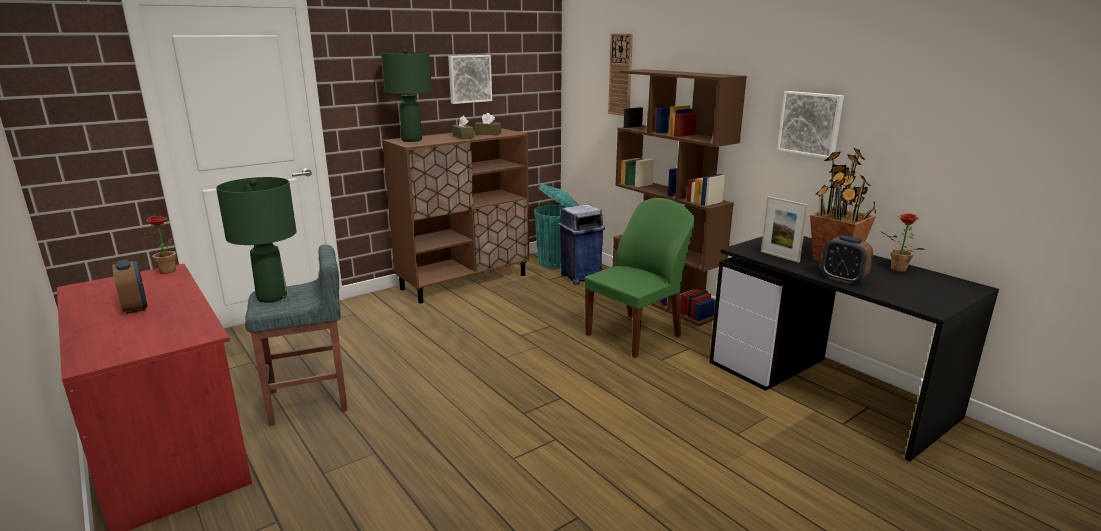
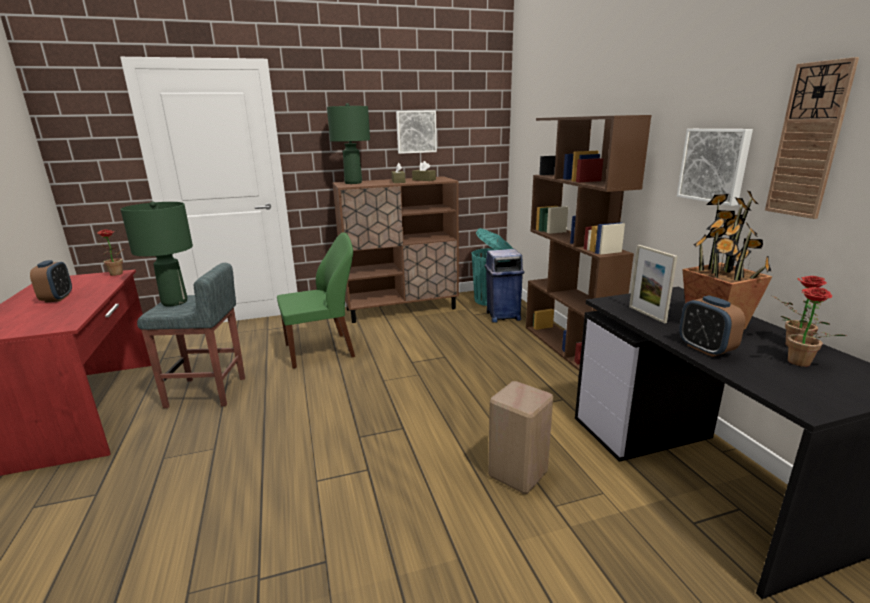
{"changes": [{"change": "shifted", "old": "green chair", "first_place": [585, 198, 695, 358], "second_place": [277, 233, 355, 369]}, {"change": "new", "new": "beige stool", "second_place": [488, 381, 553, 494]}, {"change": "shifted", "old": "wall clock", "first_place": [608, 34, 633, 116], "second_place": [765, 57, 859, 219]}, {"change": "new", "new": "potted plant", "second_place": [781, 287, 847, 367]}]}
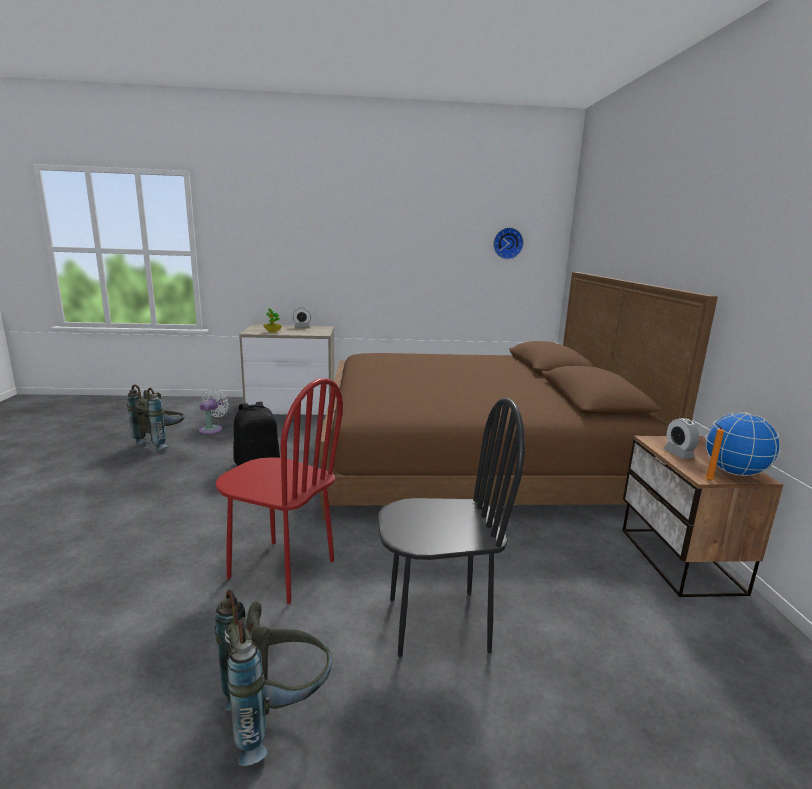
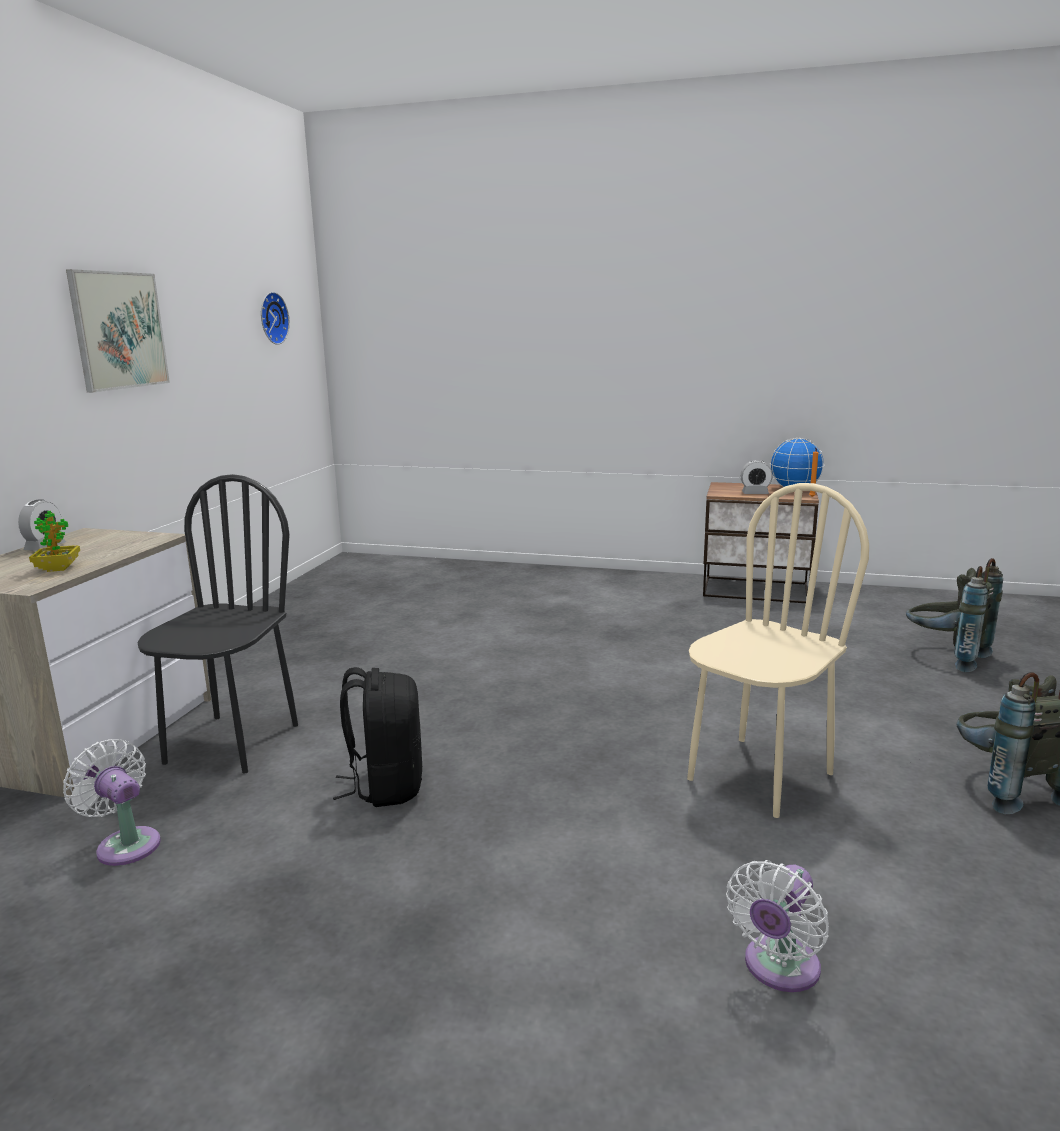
{"changes": [{"change": "new", "new": "picture", "second_place": [66, 269, 170, 393]}, {"change": "shifted", "old": "black chair", "first_place": [378, 398, 525, 657], "second_place": [137, 474, 298, 774]}, {"change": "repainted", "old": "red chair", "new": "beige chair", "first_place": [215, 378, 343, 604], "second_place": [687, 483, 869, 818]}, {"change": "new", "new": "white fan", "second_place": [726, 860, 829, 992]}, {"change": "shifted", "old": "grey backpack", "first_place": [127, 385, 185, 451], "second_place": [906, 558, 1003, 672]}, {"change": "gone", "old": "brown bed", "first_place": [320, 272, 718, 519]}]}
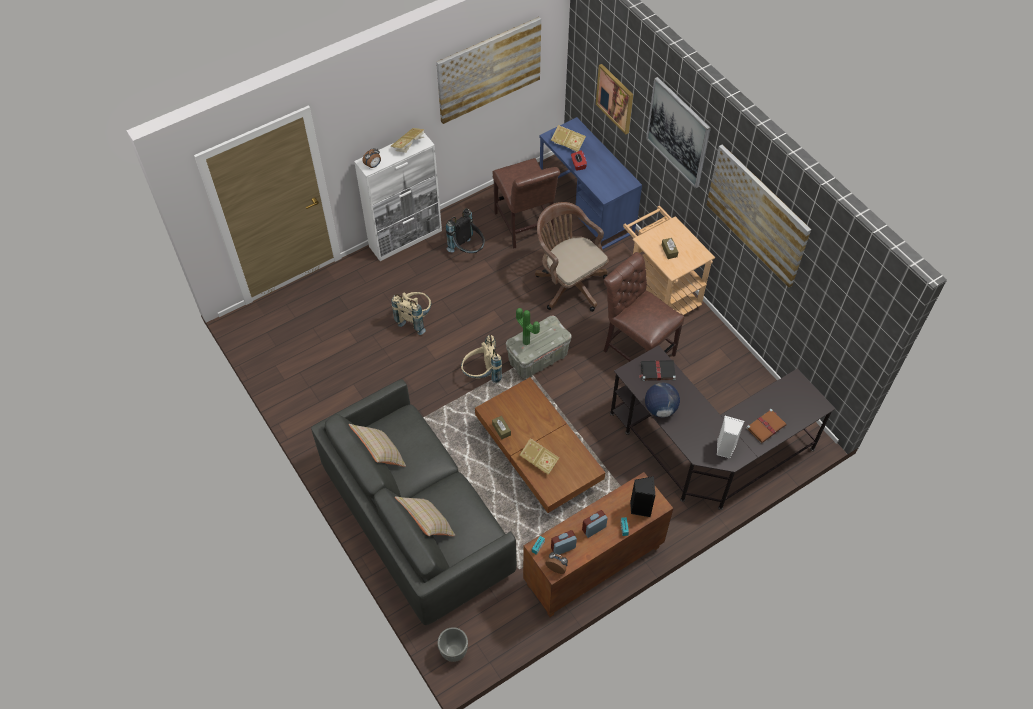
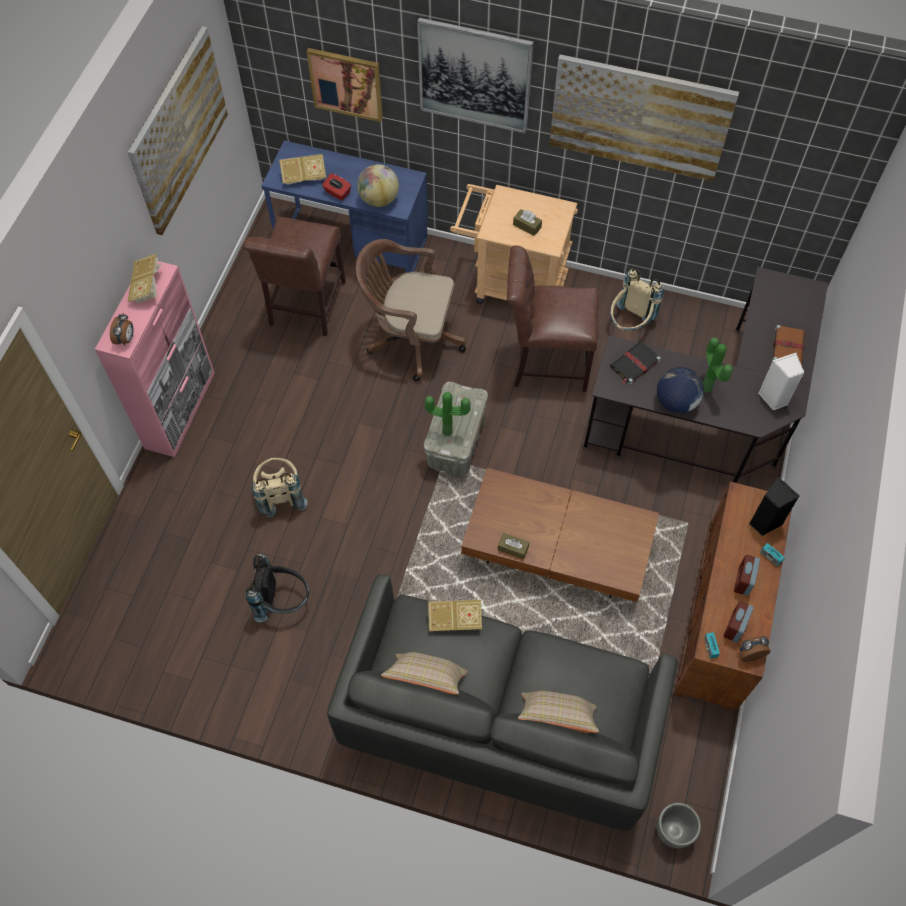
{"changes": [{"change": "repainted", "old": "white cabinet", "new": "pink cabinet", "first_place": [354, 133, 442, 261], "second_place": [95, 261, 215, 457]}, {"change": "rotated", "old": "brown chair", "first_place": [493, 158, 560, 248], "second_place": [243, 216, 346, 336], "degrees": 75}, {"change": "shifted", "old": "black backpack", "first_place": [446, 208, 485, 253], "second_place": [245, 554, 309, 622]}, {"change": "new", "new": "globe", "second_place": [357, 164, 399, 207]}, {"change": "shifted", "old": "book", "first_place": [520, 438, 559, 475], "second_place": [428, 600, 482, 631]}, {"change": "shifted", "old": "beige backpack", "first_place": [461, 335, 502, 383], "second_place": [610, 268, 664, 331]}, {"change": "new", "new": "potted plant", "second_place": [703, 337, 733, 393]}]}
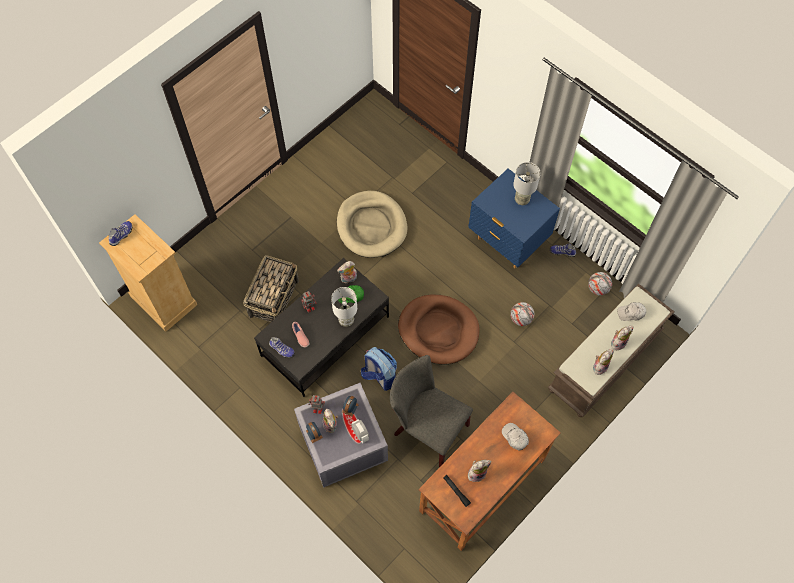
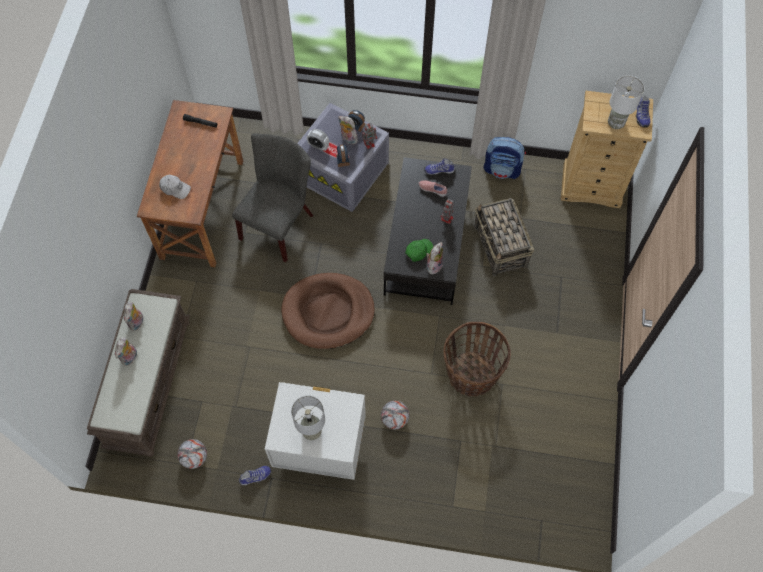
{"changes": [{"change": "rotated", "old": "grey chair", "first_place": [390, 355, 473, 467], "second_place": [232, 133, 313, 262], "degrees": -60}, {"change": "repainted", "old": "blue nightstand", "new": "white nightstand", "first_place": [469, 168, 560, 269], "second_place": [265, 382, 366, 480]}, {"change": "shifted", "old": "football", "first_place": [510, 302, 534, 326], "second_place": [381, 401, 409, 429]}, {"change": "swapped", "old": "beige dog bed", "new": "basket", "first_place": [337, 191, 407, 258], "second_place": [443, 322, 511, 397]}, {"change": "shifted", "old": "backpack", "first_place": [361, 347, 397, 391], "second_place": [484, 137, 526, 179]}, {"change": "shifted", "old": "white table lamp", "first_place": [331, 287, 357, 327], "second_place": [608, 75, 644, 129]}, {"change": "gone", "old": "plush toy", "first_place": [468, 460, 492, 482]}, {"change": "gone", "old": "white cap", "first_place": [617, 302, 646, 321]}]}
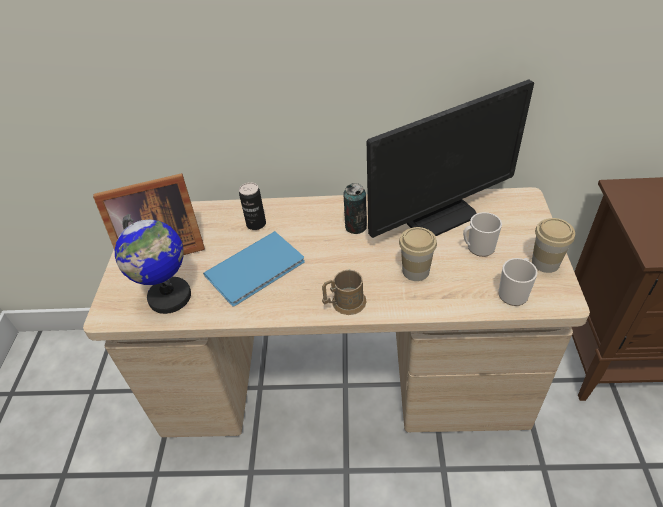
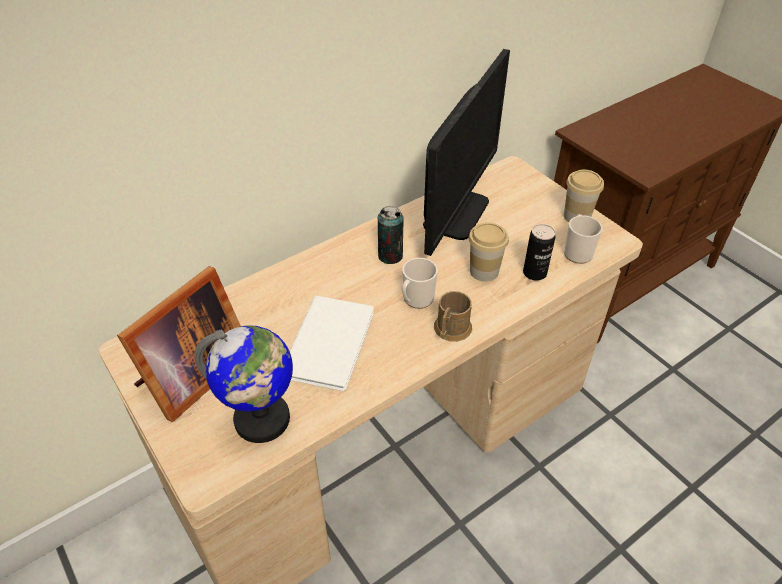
{"changes": [{"change": "repainted", "old": "blue book", "new": "white book", "first_place": [203, 231, 305, 307], "second_place": [290, 296, 374, 392]}, {"change": "shifted", "old": "mug", "first_place": [463, 212, 502, 257], "second_place": [402, 258, 438, 309]}, {"change": "shifted", "old": "can", "first_place": [239, 182, 266, 230], "second_place": [523, 224, 555, 281]}]}
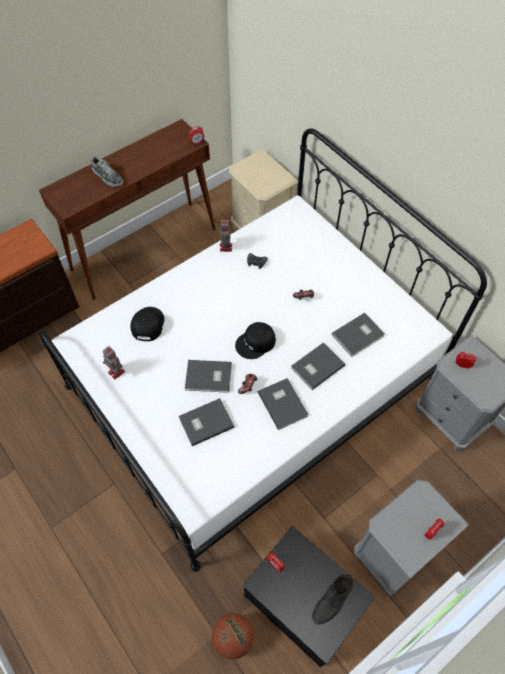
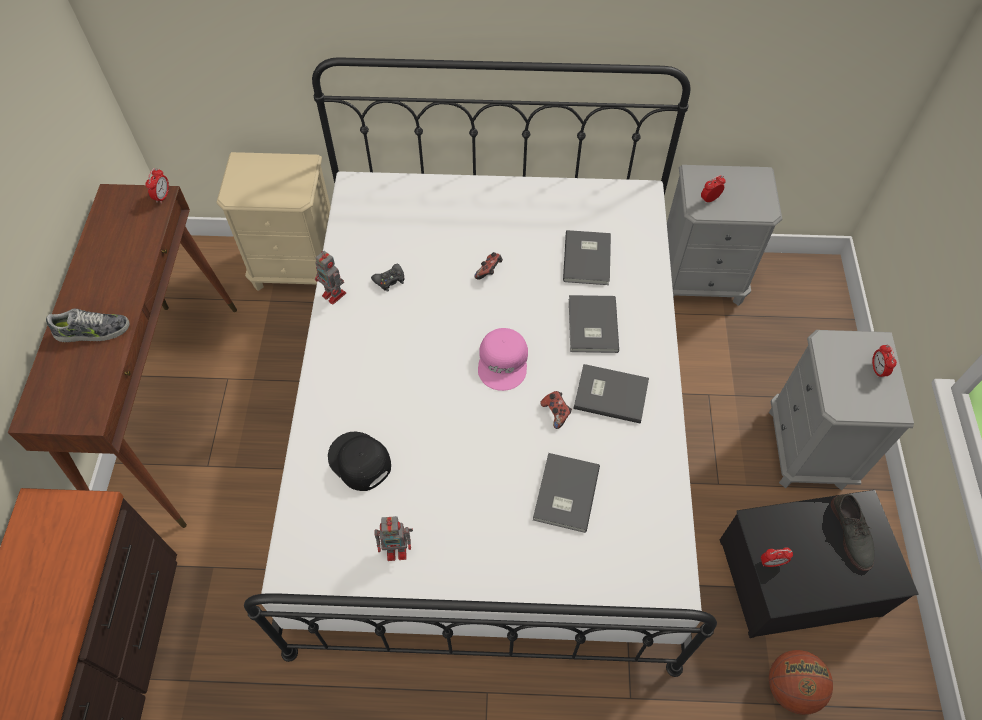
{"changes": [{"change": "repainted", "old": "black cap", "new": "pink cap", "first_place": [235, 322, 276, 359], "second_place": [478, 328, 528, 391]}, {"change": "gone", "old": "grey book", "first_place": [185, 360, 232, 393]}]}
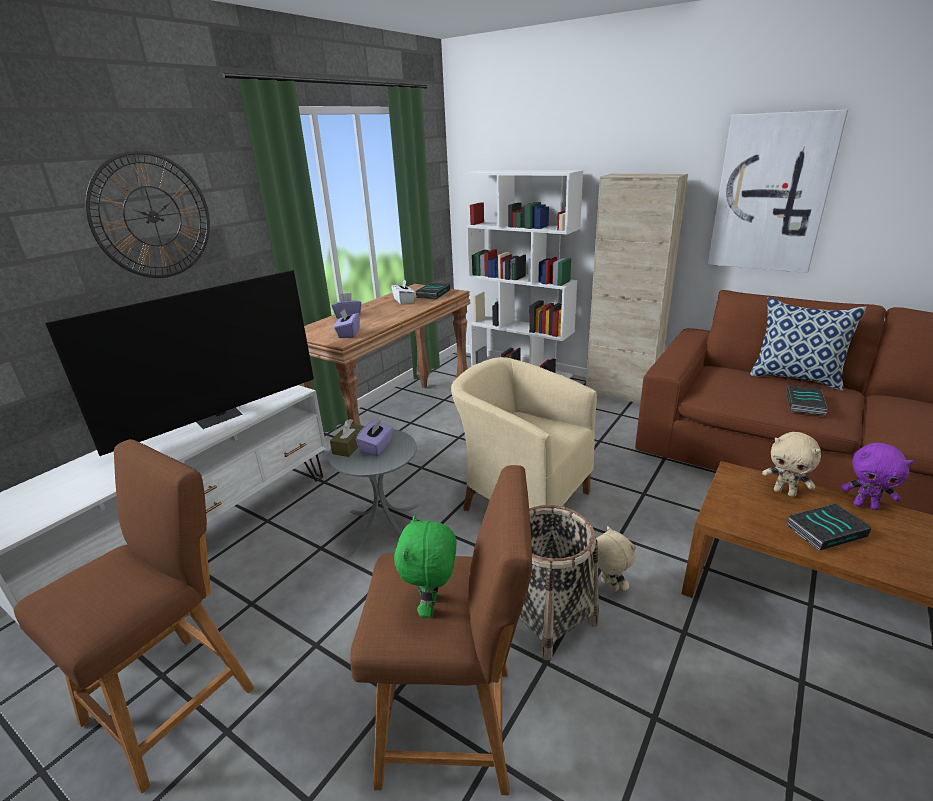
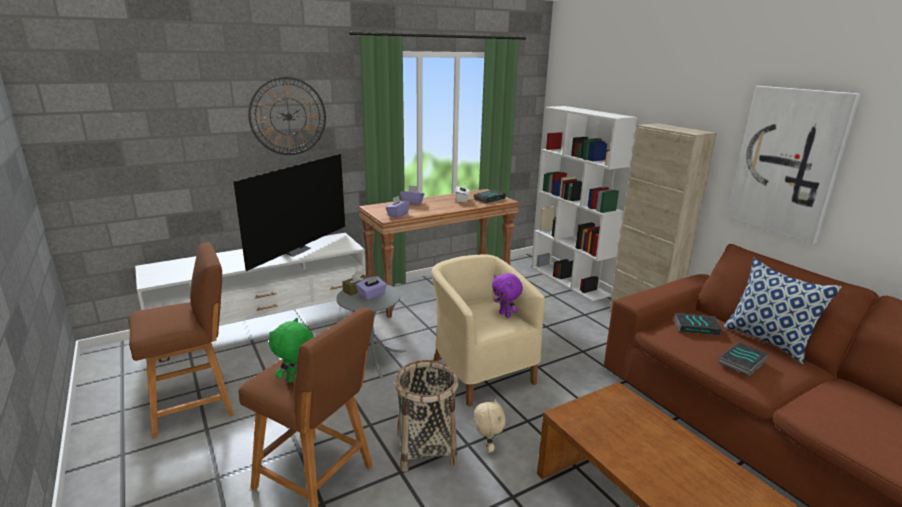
{"changes": [{"change": "rotated", "old": "television", "first_place": [45, 270, 314, 456], "second_place": [233, 154, 345, 271], "degrees": -45}, {"change": "shifted", "old": "purple plush toy", "first_place": [841, 443, 913, 510], "second_place": [492, 273, 523, 318]}, {"change": "shifted", "old": "book", "first_place": [785, 503, 872, 551], "second_place": [674, 313, 722, 336]}, {"change": "gone", "old": "beige plush toy", "first_place": [762, 432, 821, 497]}]}
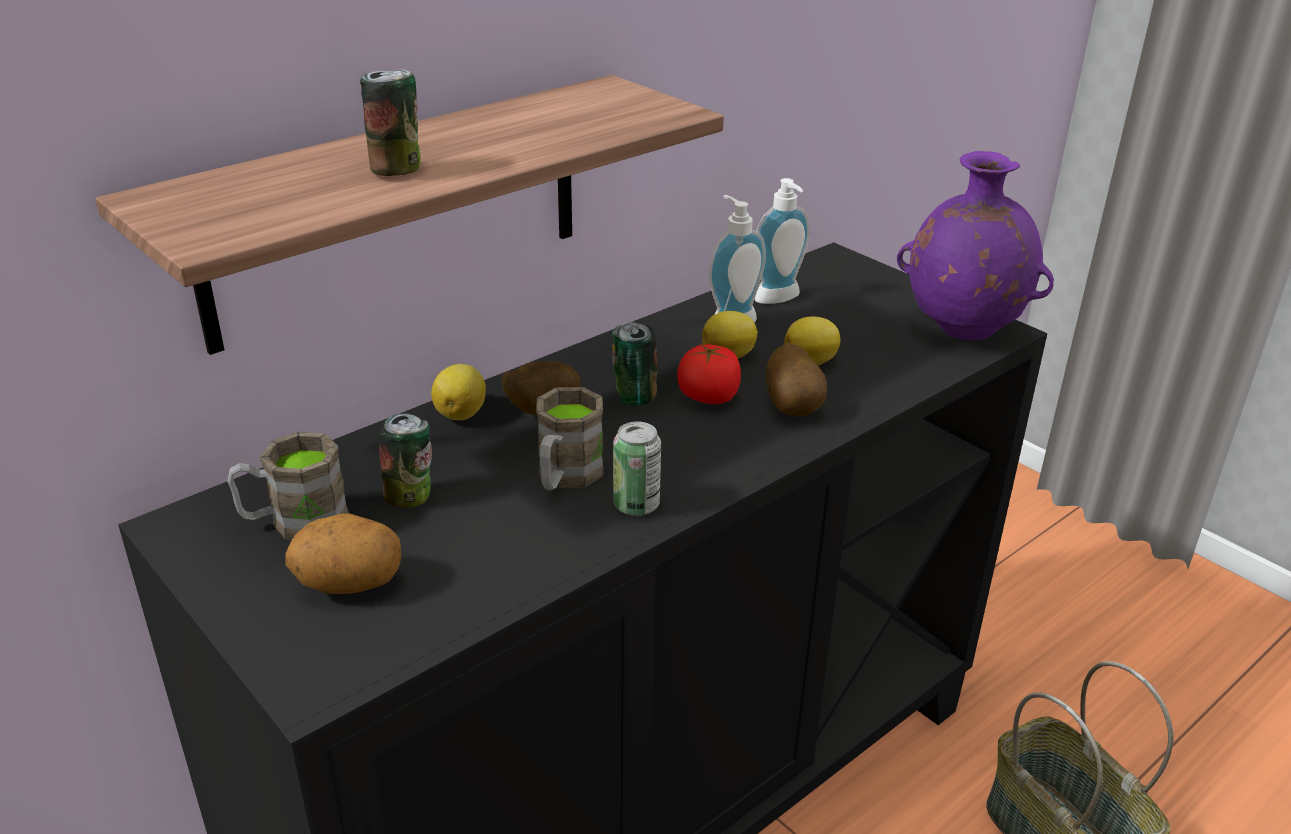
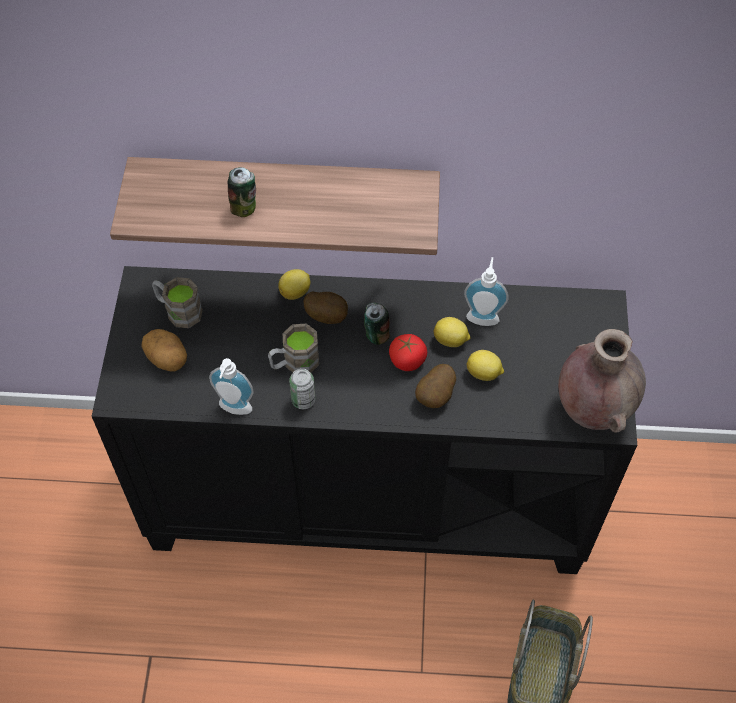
{"changes": [{"change": "shifted", "old": "soap dispenser", "first_place": [755, 178, 810, 304], "second_place": [209, 358, 254, 415]}, {"change": "repainted", "old": "purple vase", "new": "brown vase", "first_place": [897, 151, 1054, 340], "second_place": [558, 329, 646, 433]}, {"change": "gone", "old": "can", "first_place": [379, 413, 432, 508]}]}
